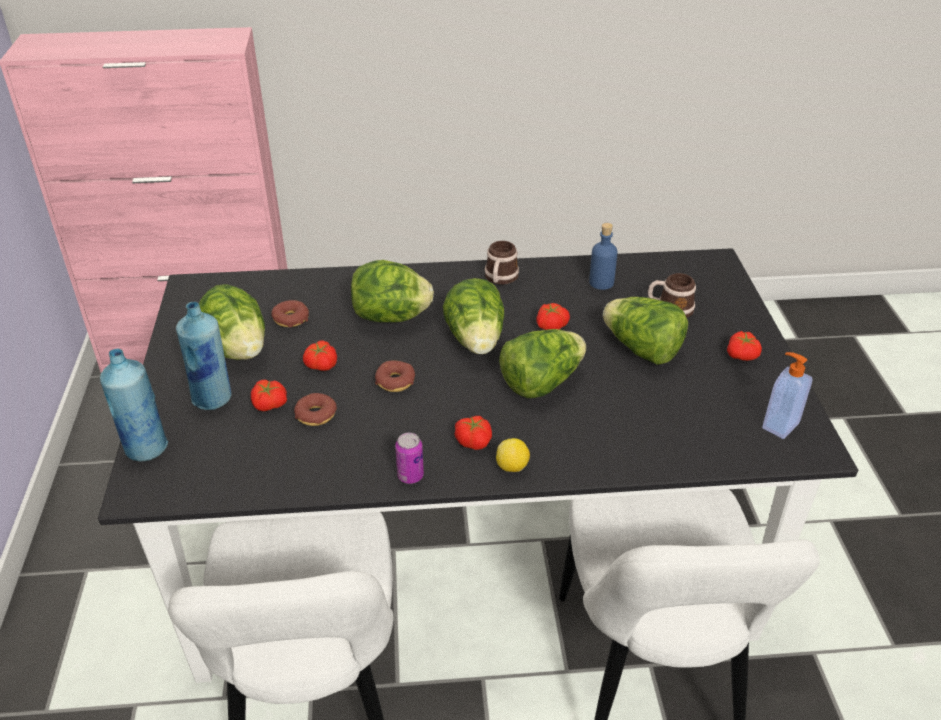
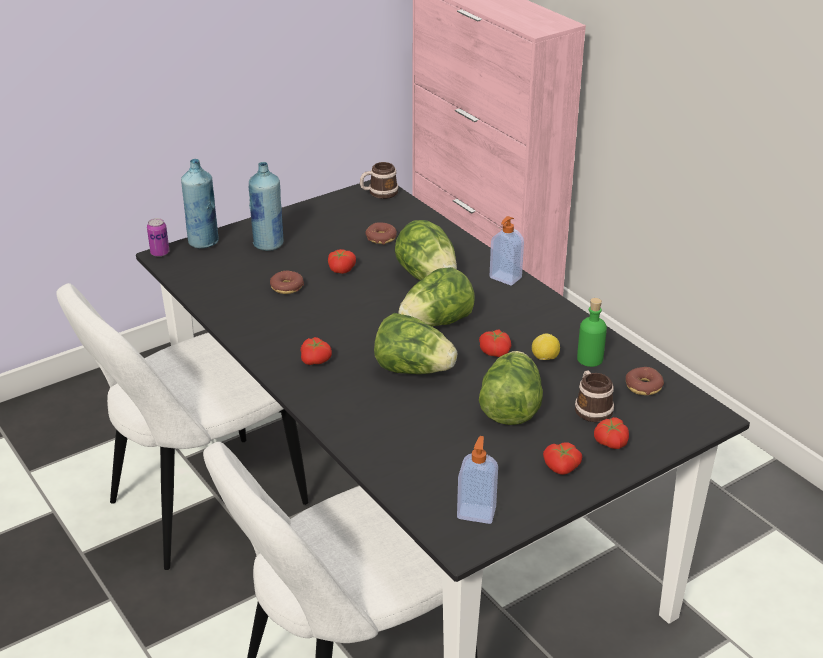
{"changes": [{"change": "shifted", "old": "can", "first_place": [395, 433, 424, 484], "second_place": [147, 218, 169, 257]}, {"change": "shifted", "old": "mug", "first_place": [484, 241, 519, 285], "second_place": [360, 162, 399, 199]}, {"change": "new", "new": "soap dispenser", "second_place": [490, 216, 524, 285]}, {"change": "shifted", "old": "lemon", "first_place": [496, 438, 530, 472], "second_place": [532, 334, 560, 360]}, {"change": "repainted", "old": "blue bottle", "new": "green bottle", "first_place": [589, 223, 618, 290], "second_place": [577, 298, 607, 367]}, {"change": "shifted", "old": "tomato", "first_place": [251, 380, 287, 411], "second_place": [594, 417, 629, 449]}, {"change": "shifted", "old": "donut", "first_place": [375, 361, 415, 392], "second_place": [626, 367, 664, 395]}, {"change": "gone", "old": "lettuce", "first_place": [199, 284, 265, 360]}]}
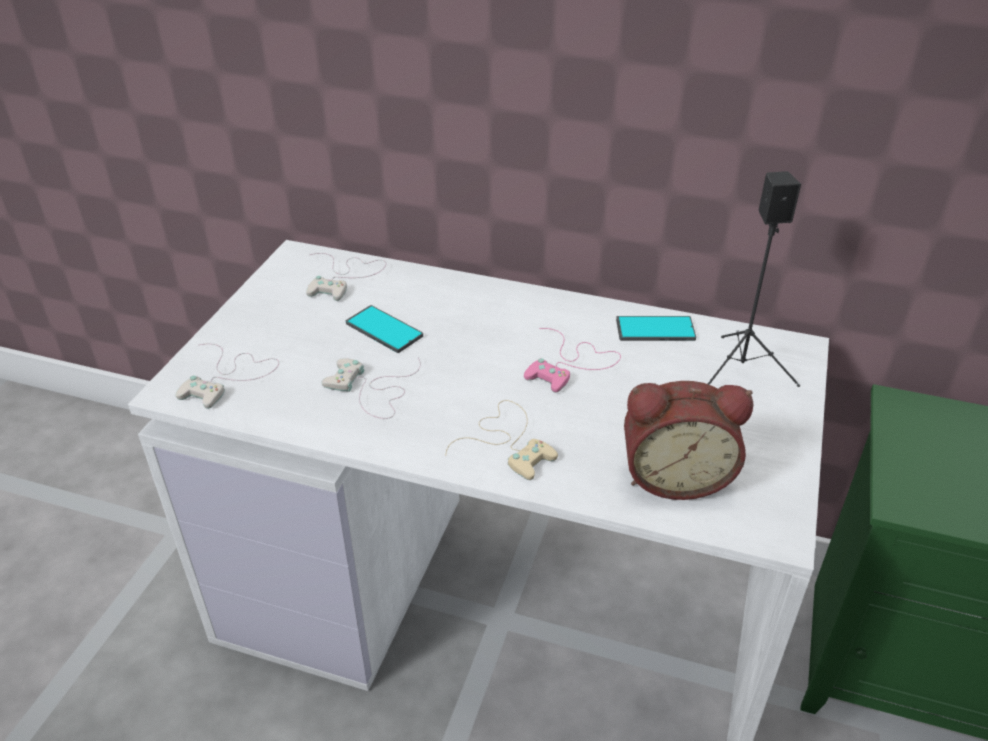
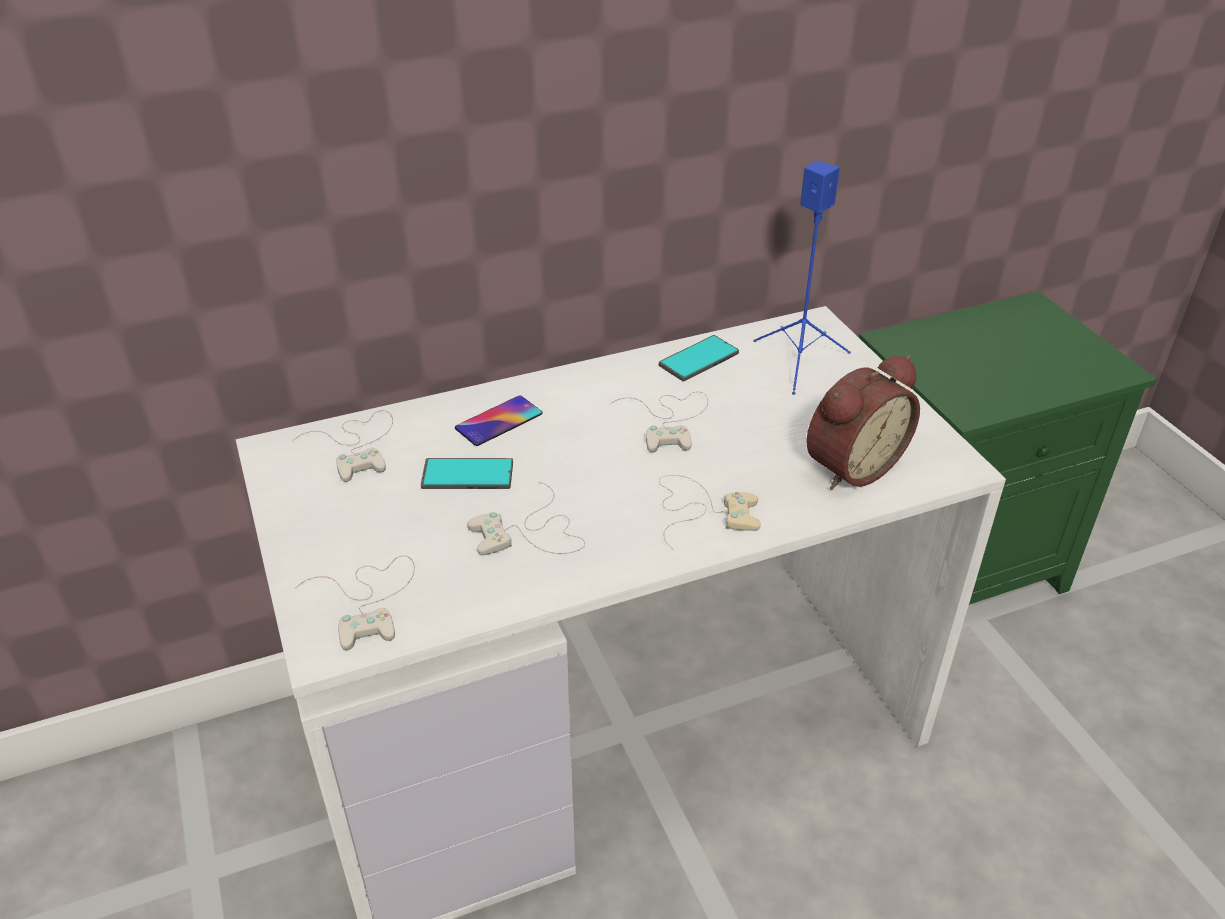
{"changes": [{"change": "new", "new": "phone", "second_place": [455, 396, 542, 446]}, {"change": "repainted", "old": "pink game controller", "new": "white game controller", "first_place": [524, 328, 621, 393], "second_place": [610, 391, 708, 452]}, {"change": "repainted", "old": "black speaker", "new": "blue speaker", "first_place": [708, 171, 801, 387], "second_place": [753, 161, 851, 395]}]}
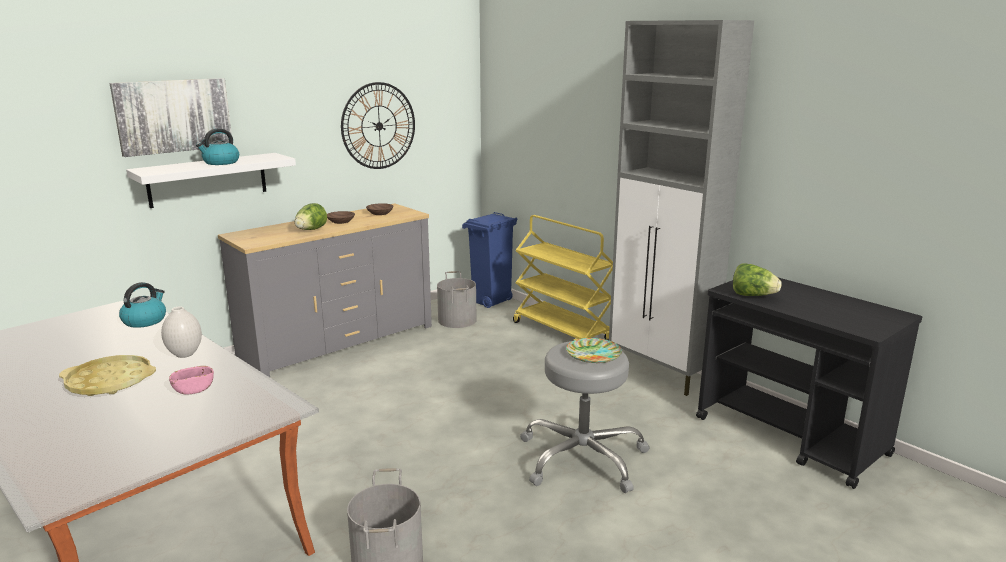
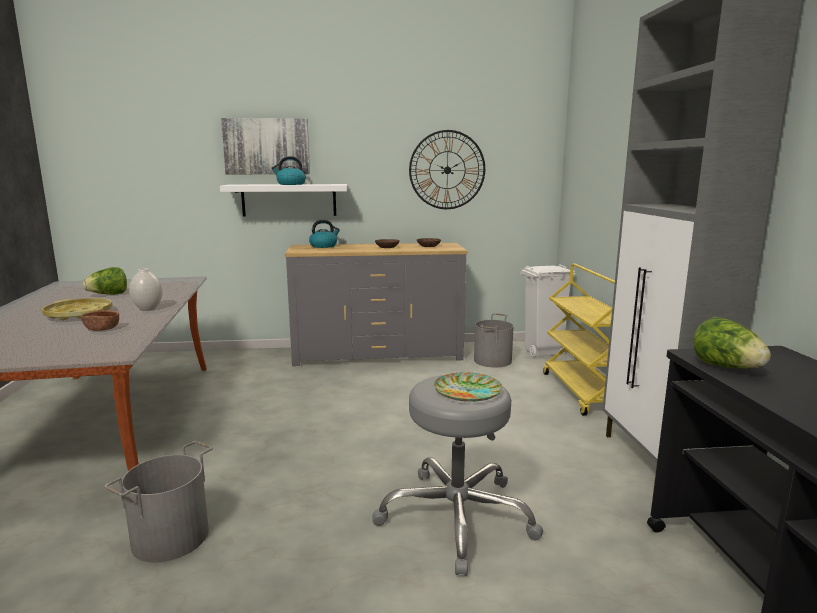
{"changes": [{"change": "repainted", "old": "pink bowl", "new": "brown bowl", "first_place": [169, 366, 214, 395], "second_place": [81, 310, 119, 331]}, {"change": "shifted", "old": "lettuce", "first_place": [295, 203, 327, 230], "second_place": [83, 267, 127, 295]}, {"change": "shifted", "old": "kettle", "first_place": [119, 282, 166, 328], "second_place": [309, 220, 340, 248]}, {"change": "repainted", "old": "blue trash can", "new": "white trash can", "first_place": [462, 212, 517, 308], "second_place": [520, 264, 575, 357]}]}
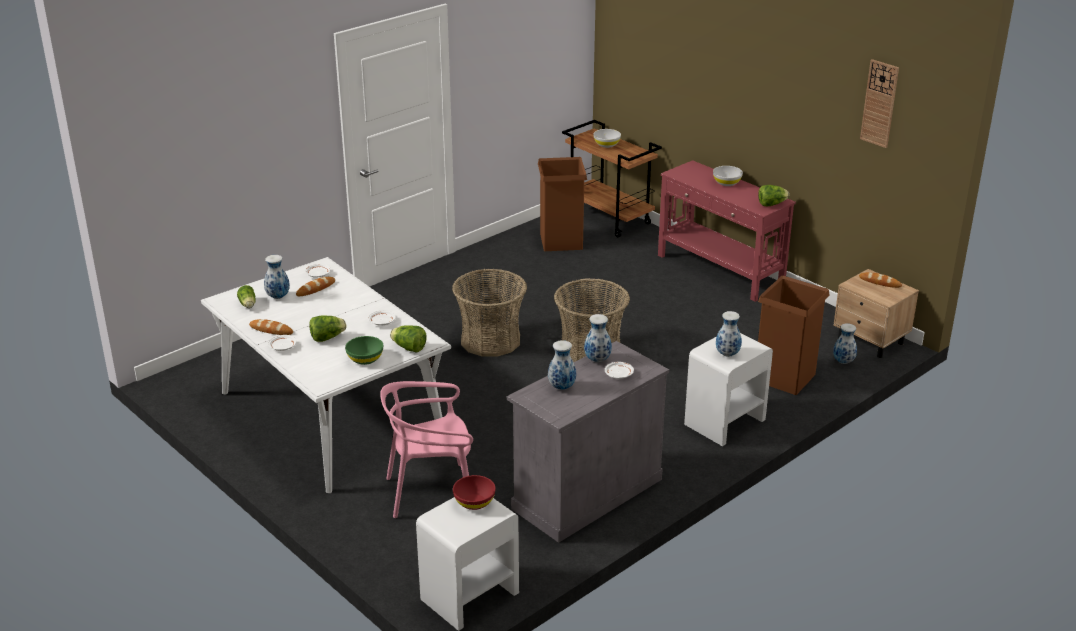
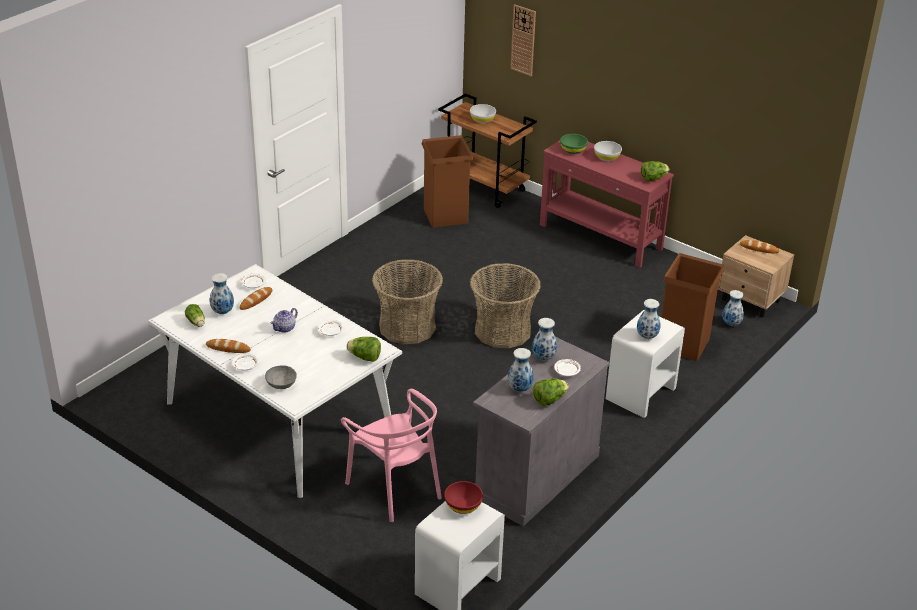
{"changes": [{"change": "new", "new": "grey bowl", "second_place": [265, 365, 297, 389]}, {"change": "new", "new": "teapot", "second_place": [271, 308, 298, 333]}, {"change": "rotated", "old": "pink chair", "first_place": [380, 381, 473, 518], "second_place": [341, 389, 442, 522], "degrees": -105}, {"change": "shifted", "old": "wall clock", "first_place": [860, 59, 899, 148], "second_place": [510, 4, 536, 76]}, {"change": "shifted", "old": "lettuce", "first_place": [309, 315, 347, 342], "second_place": [533, 379, 568, 406]}, {"change": "shifted", "old": "green bowl", "first_place": [345, 336, 383, 365], "second_place": [560, 134, 588, 154]}]}
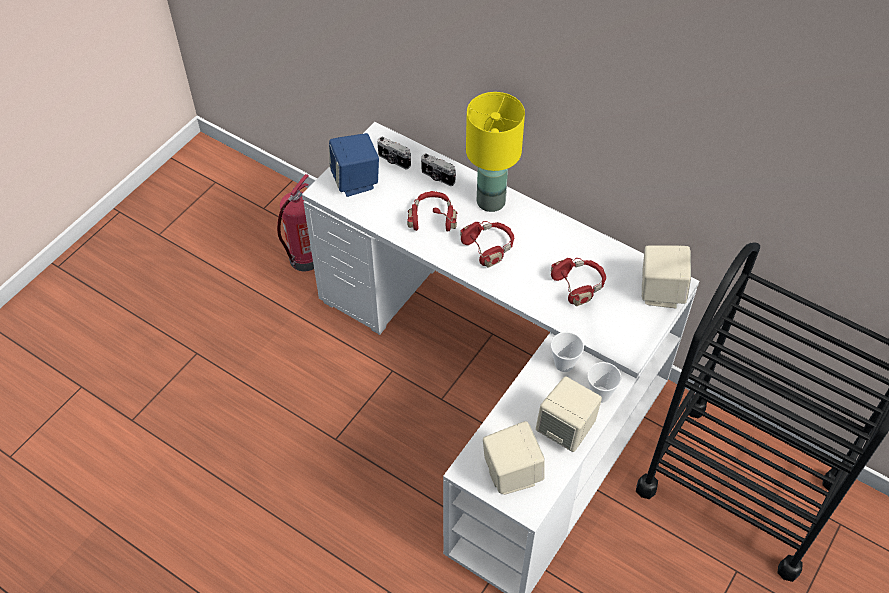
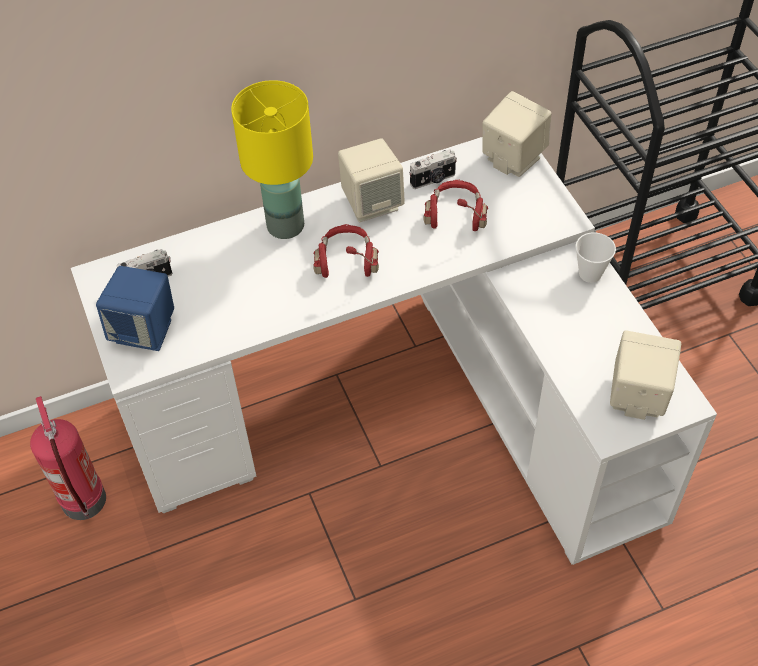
{"changes": [{"change": "shifted", "old": "beige speaker", "first_place": [536, 376, 602, 452], "second_place": [338, 138, 405, 222]}, {"change": "shifted", "old": "photo camera", "first_place": [421, 153, 456, 186], "second_place": [409, 149, 457, 189]}, {"change": "gone", "old": "red headphones", "first_place": [407, 191, 457, 232]}, {"change": "gone", "old": "cup", "first_place": [551, 332, 584, 372]}]}
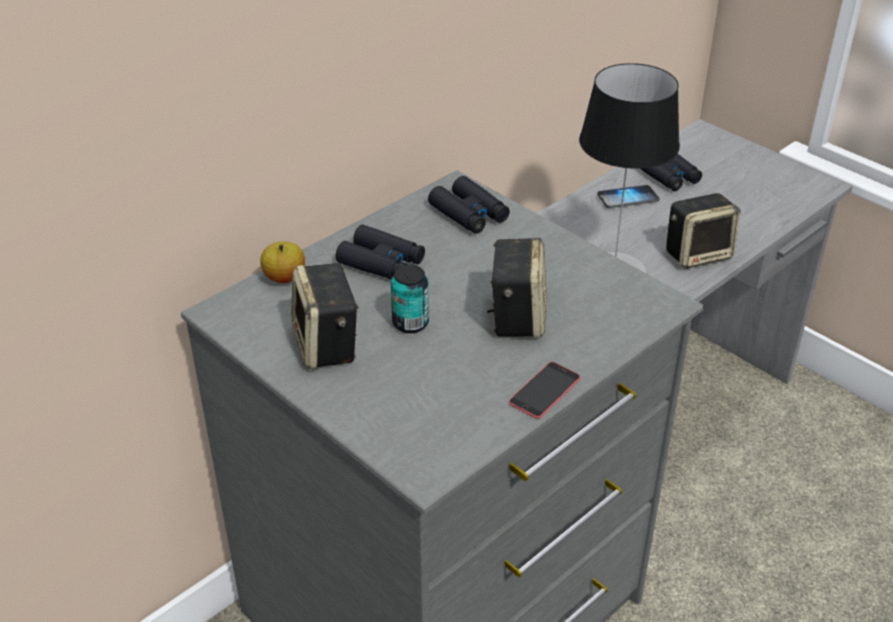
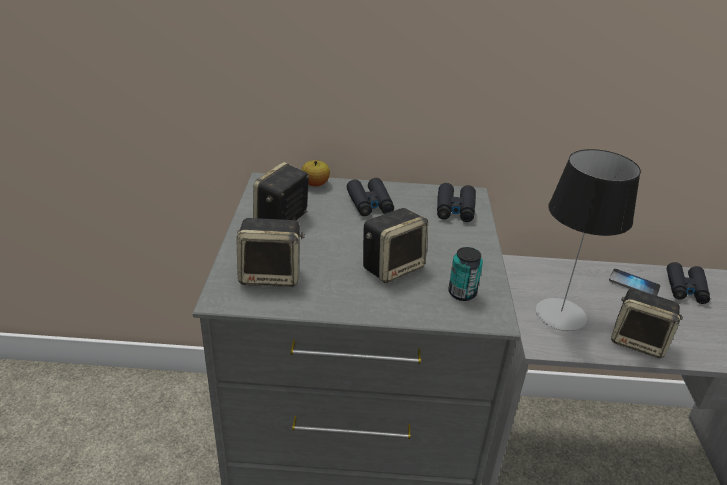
{"changes": [{"change": "new", "new": "speaker", "second_place": [236, 218, 305, 287]}, {"change": "shifted", "old": "can", "first_place": [391, 265, 429, 333], "second_place": [448, 247, 483, 301]}, {"change": "gone", "old": "phone", "first_place": [509, 362, 581, 419]}]}
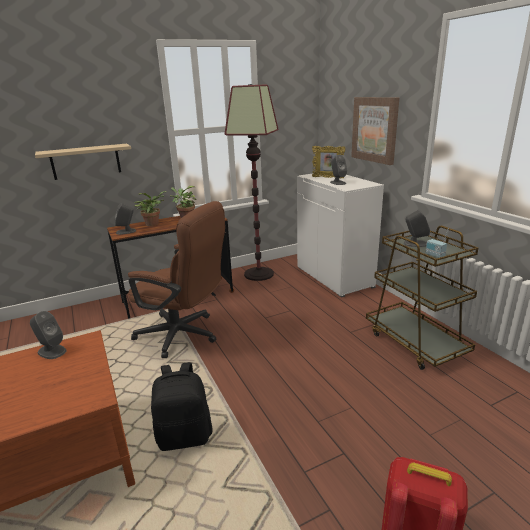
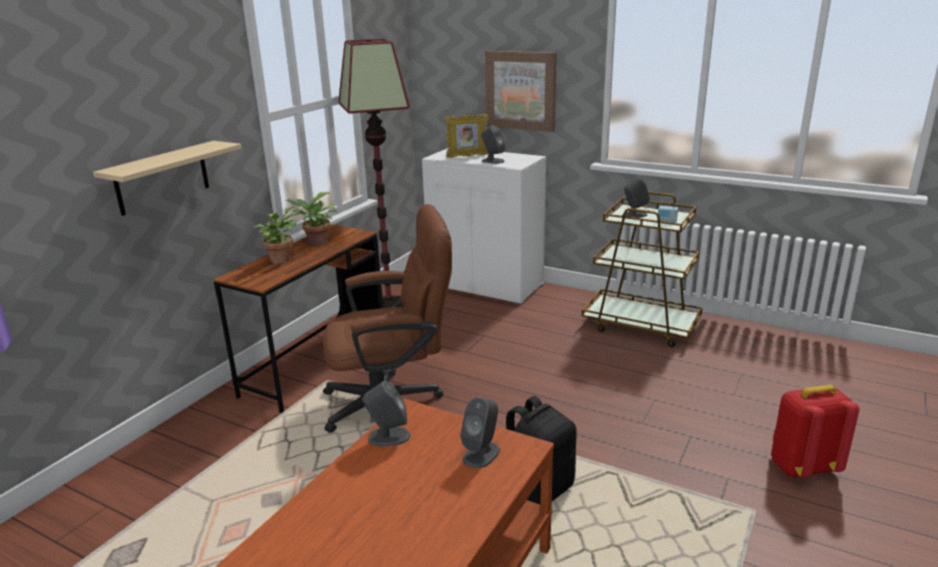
{"changes": [{"change": "shifted", "old": "grey speaker", "first_place": [114, 203, 136, 235], "second_place": [460, 397, 500, 468]}]}
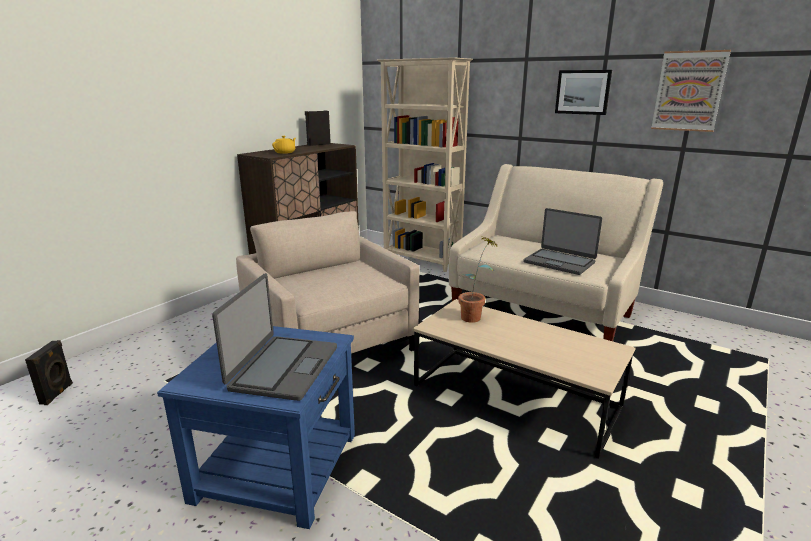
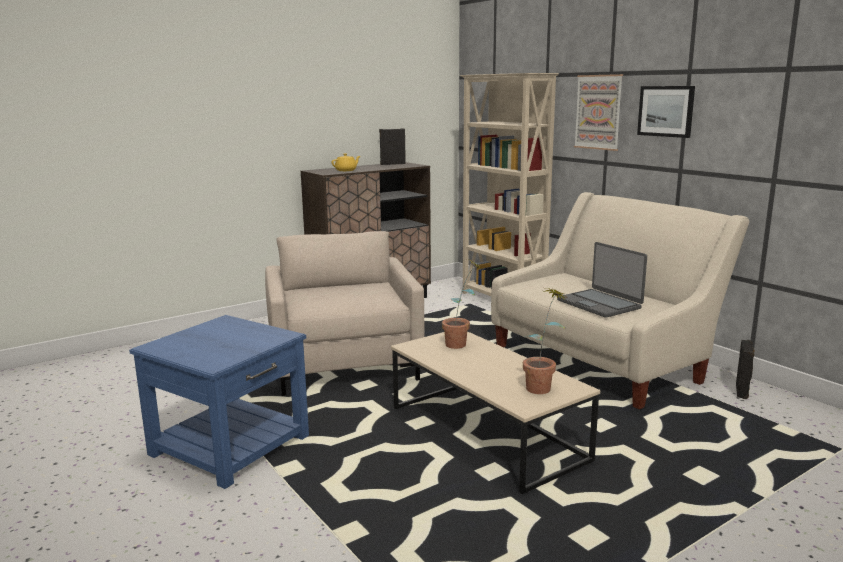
{"changes": [{"change": "new", "new": "potted plant", "second_place": [523, 288, 568, 394]}, {"change": "shifted", "old": "picture", "first_place": [651, 50, 731, 132], "second_place": [574, 74, 623, 151]}, {"change": "shifted", "old": "black speaker", "first_place": [25, 340, 73, 405], "second_place": [736, 340, 755, 399]}, {"change": "gone", "old": "laptop", "first_place": [212, 273, 337, 401]}]}
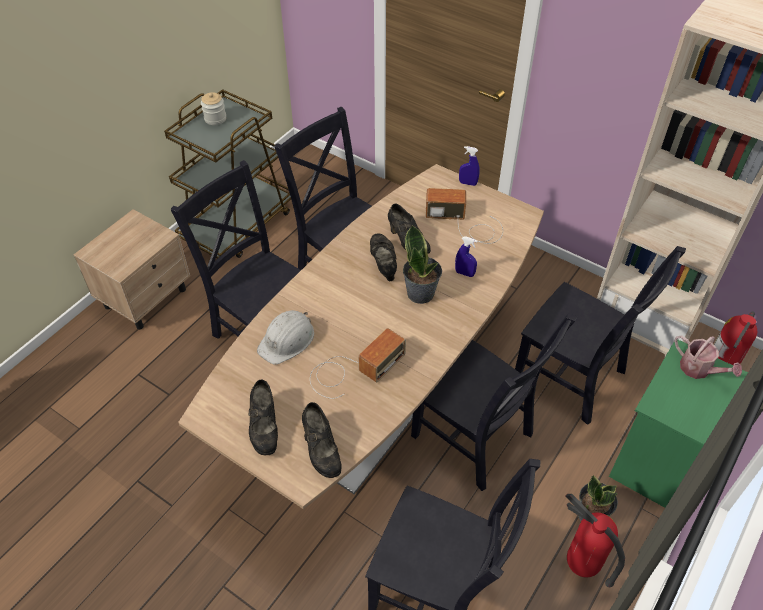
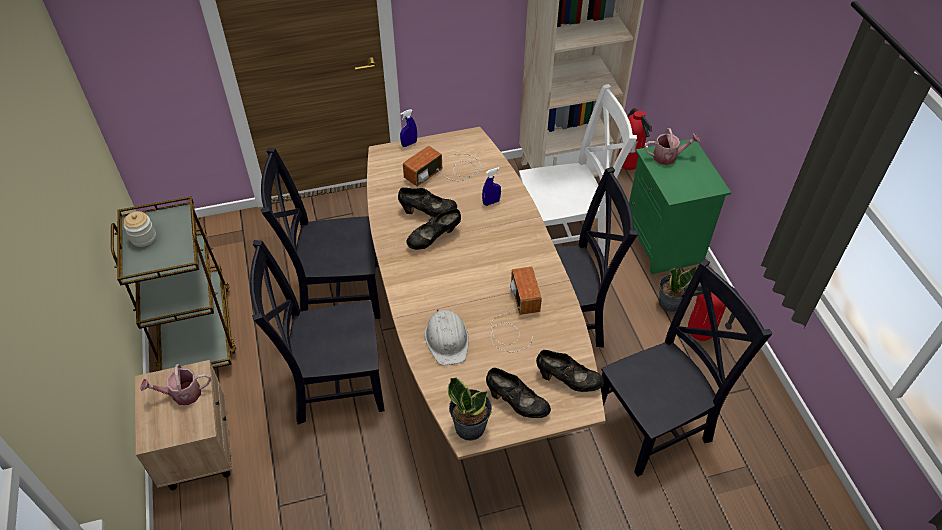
{"changes": [{"change": "new", "new": "watering can", "second_place": [140, 364, 211, 405]}, {"change": "rotated", "old": "black shoe", "first_place": [370, 233, 397, 281], "second_place": [407, 209, 461, 250], "degrees": -60}, {"change": "shifted", "old": "potted plant", "first_place": [403, 225, 442, 304], "second_place": [448, 377, 492, 441]}, {"change": "repainted", "old": "black chair", "new": "white chair", "first_place": [515, 246, 686, 425], "second_place": [519, 84, 637, 256]}]}
